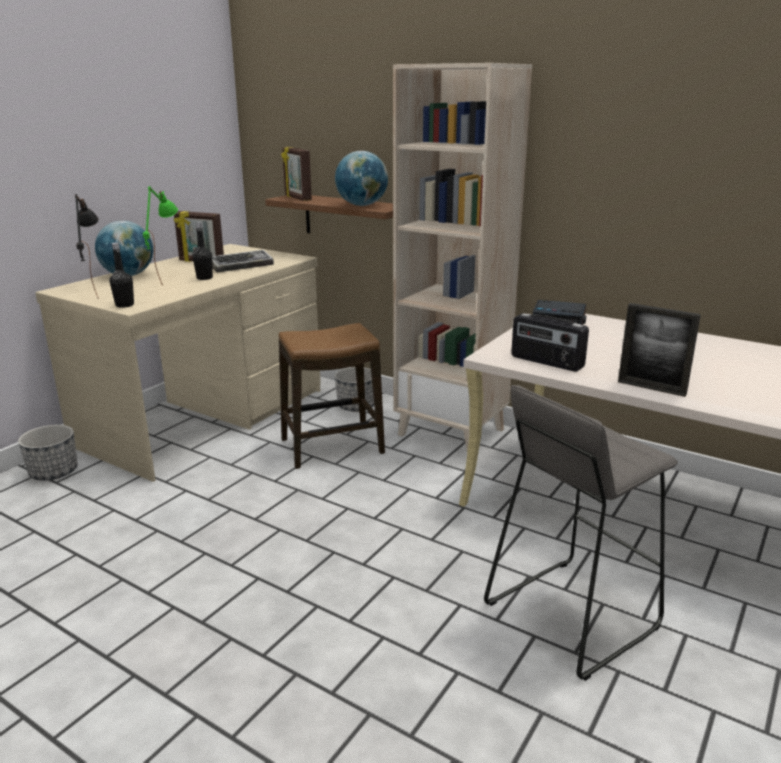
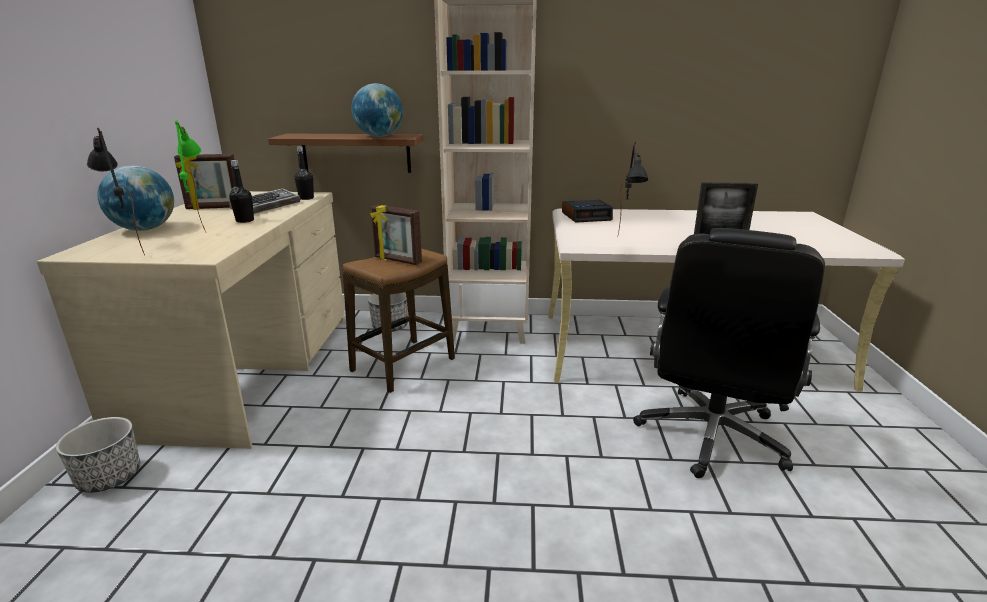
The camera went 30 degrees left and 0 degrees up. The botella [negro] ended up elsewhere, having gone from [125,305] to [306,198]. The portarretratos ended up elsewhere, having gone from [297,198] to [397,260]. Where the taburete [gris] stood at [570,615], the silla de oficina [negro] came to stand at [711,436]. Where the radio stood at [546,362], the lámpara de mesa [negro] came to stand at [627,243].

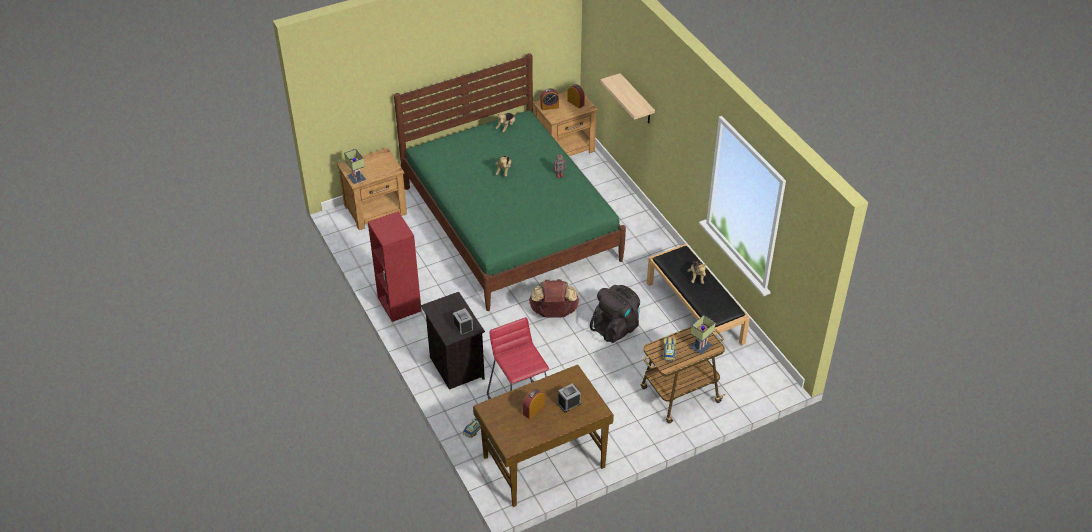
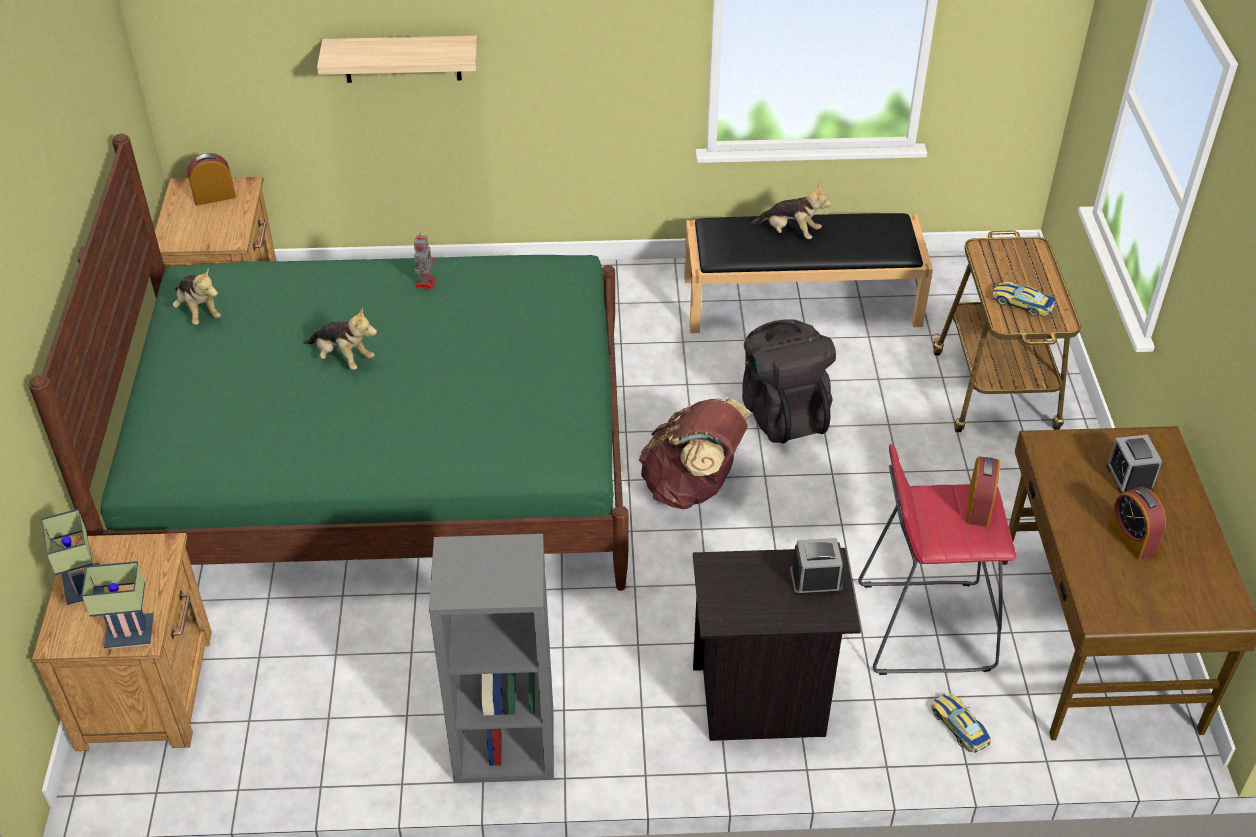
The camera went 65 degrees left and 0 degrees up. What was the estantería [rojo] at [398,304] turned into the estantería [gris] at [503,746]. The despertador ended up elsewhere, having gone from [549,107] to [978,506]. The lámpara de mesa ended up elsewhere, having gone from [700,346] to [82,586].

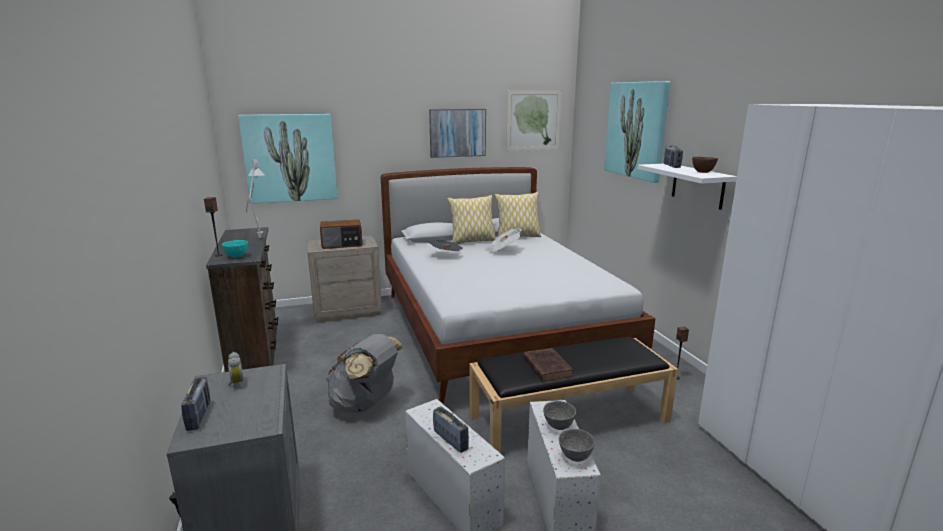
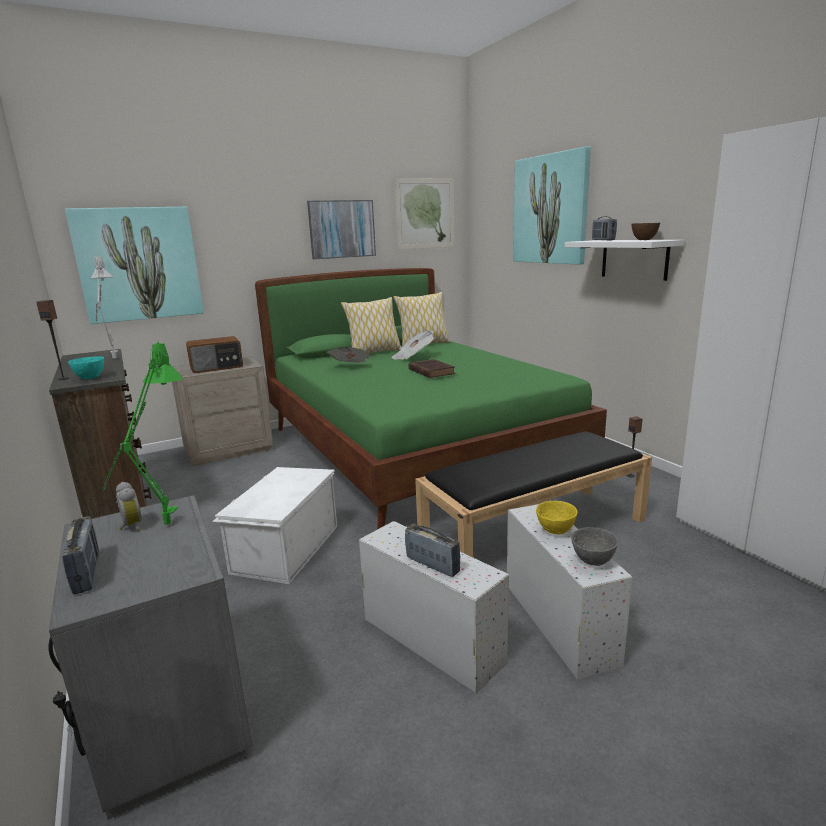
The camera went 10 degrees left and 0 degrees up. Where the mochila [gris] stood at [365,404], the caja de almacenaje [blanco] came to stand at [284,549]. What was the cama [blanco] at [496,330] turned into the cama [verde] at [415,450]. The libro [marrón] ended up elsewhere, having gone from [546,367] to [430,371]. What was the cuenco [gris] at [559,427] turned into the cuenco [amarillo] at [556,531]. The second view gained the lámpara de mesa [verde] at [163,530].

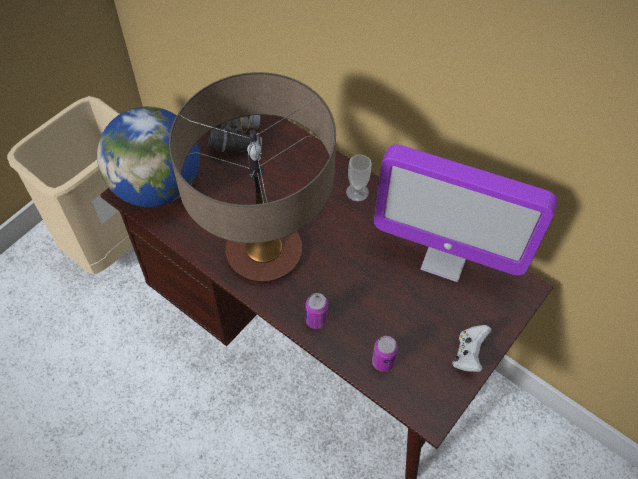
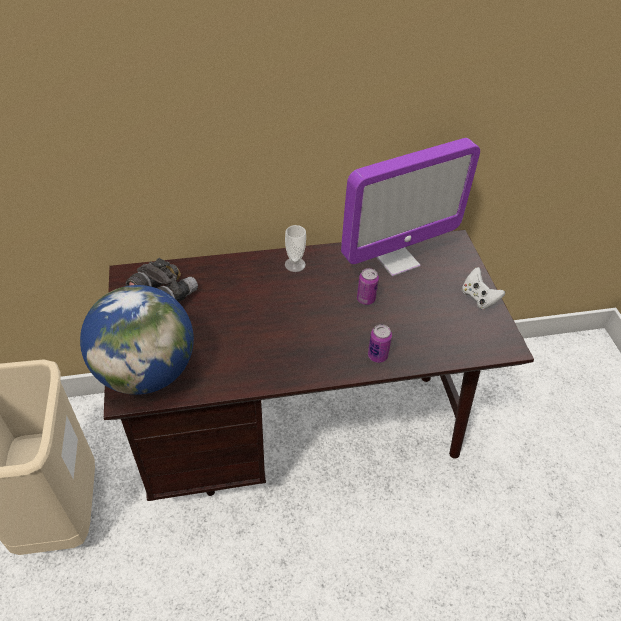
The camera went 50 degrees left and 10 degrees down. The second view lost the lámpara de mesa at [264,252]. The lata ended up elsewhere, having gone from [383,362] to [366,299].

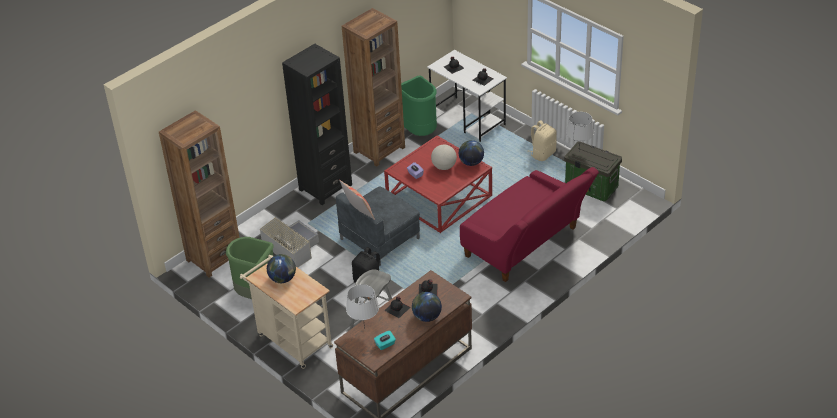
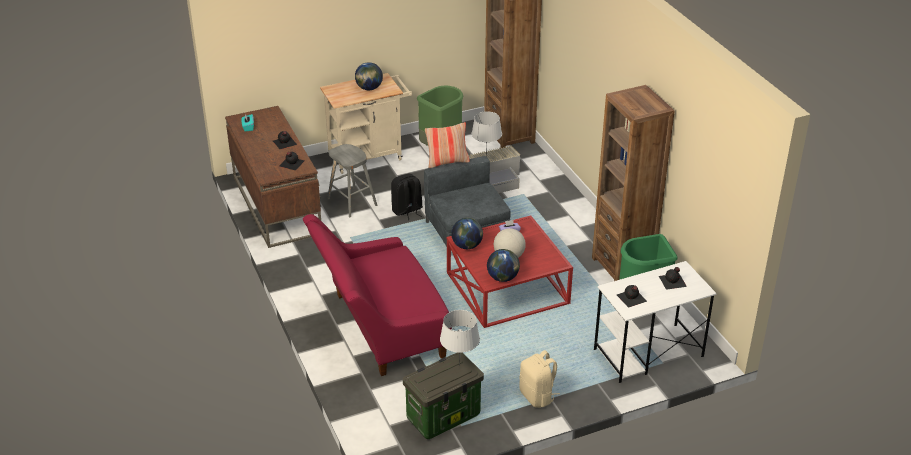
The camera went 110 degrees right and 5 degrees down. The second view lost the estantería [negro] at [325,187]. The lámpara de mesa [gris] ended up elsewhere, having gone from [364,328] to [486,157]. The globo terráqueo ended up elsewhere, having gone from [427,317] to [467,246].

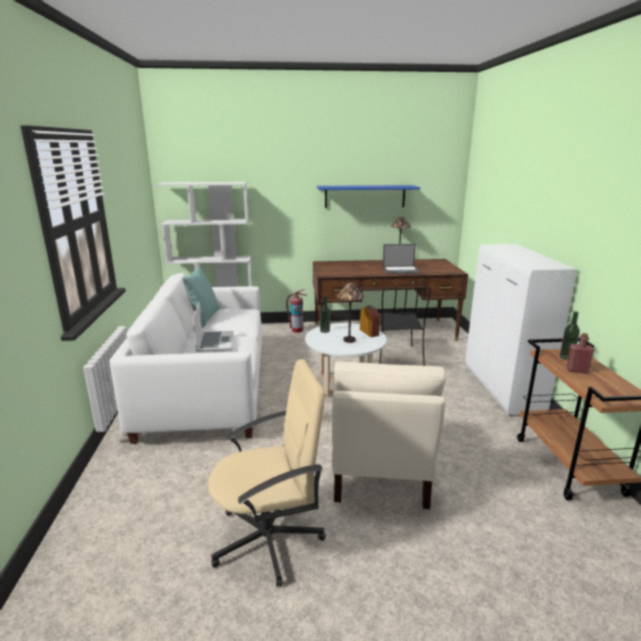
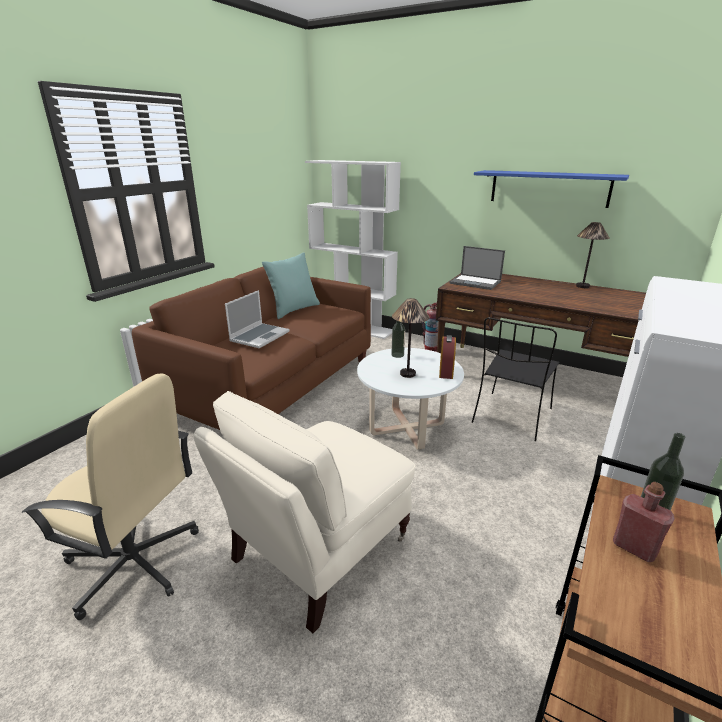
The camera went 35 degrees right and 5 degrees up. What was the sofá [blanco] at [206,389] turned into the sofá [marrón] at [273,384]. The portátil ended up elsewhere, having gone from [401,270] to [476,282].

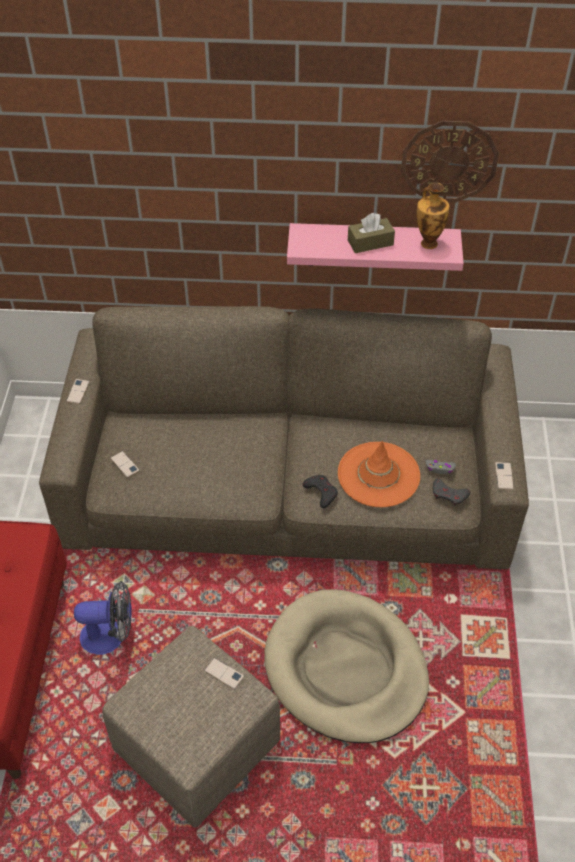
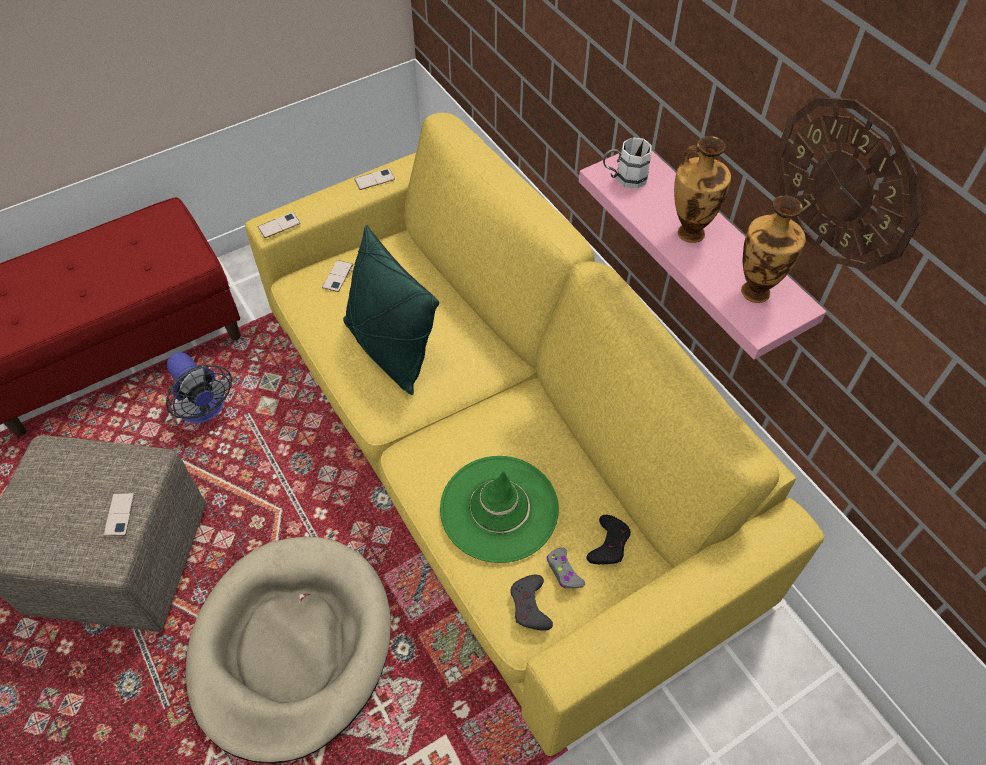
The camera went 55 degrees right and 5 degrees up. What was the sofá [marrón] at [287,485] turned into the sofá [amarillo] at [493,445]. The mando de consola [negro] ended up elsewhere, having gone from [321,492] to [609,544]. What was the sombrero [naranja] at [378,475] turned into the sombrero [verde] at [499,508]. Where the caja de pañuelos [marrón] stood at [370,242], the florero came to stand at [689,231]. The móvil ended up elsewhere, having gone from [504,476] to [279,225]. The second view gained the cojín [verde] at [390,350]. The second view gained the taza grande [blanco] at [624,179].

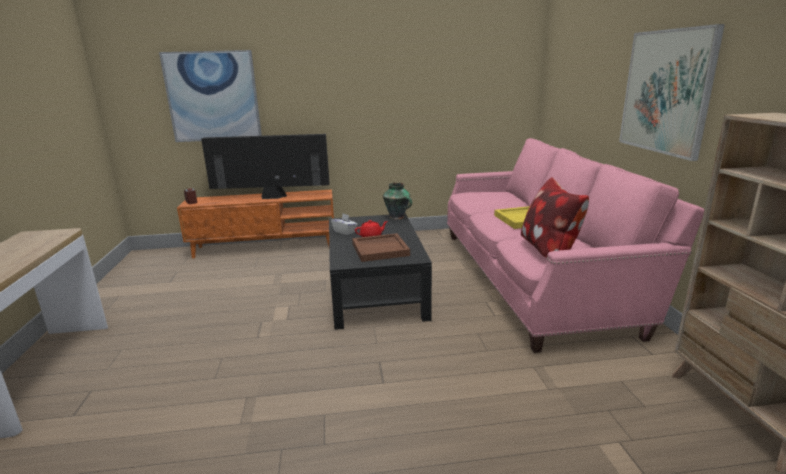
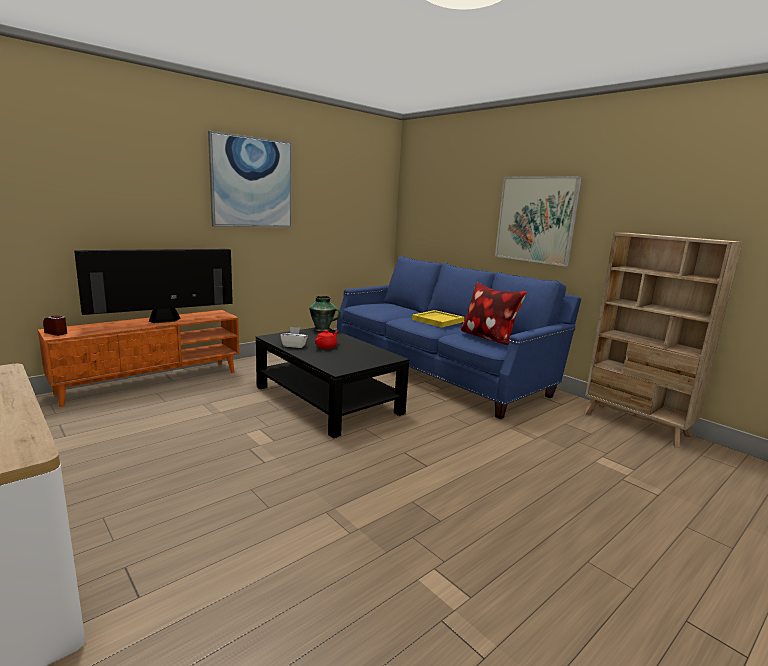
The camera went 35 degrees left and 5 degrees down. The cuadro ended up elsewhere, having gone from [213,96] to [252,183]. The second view lost the bandeja [marrón] at [380,249]. What was the sofá [rosa] at [534,277] turned into the sofá [azul] at [439,370].

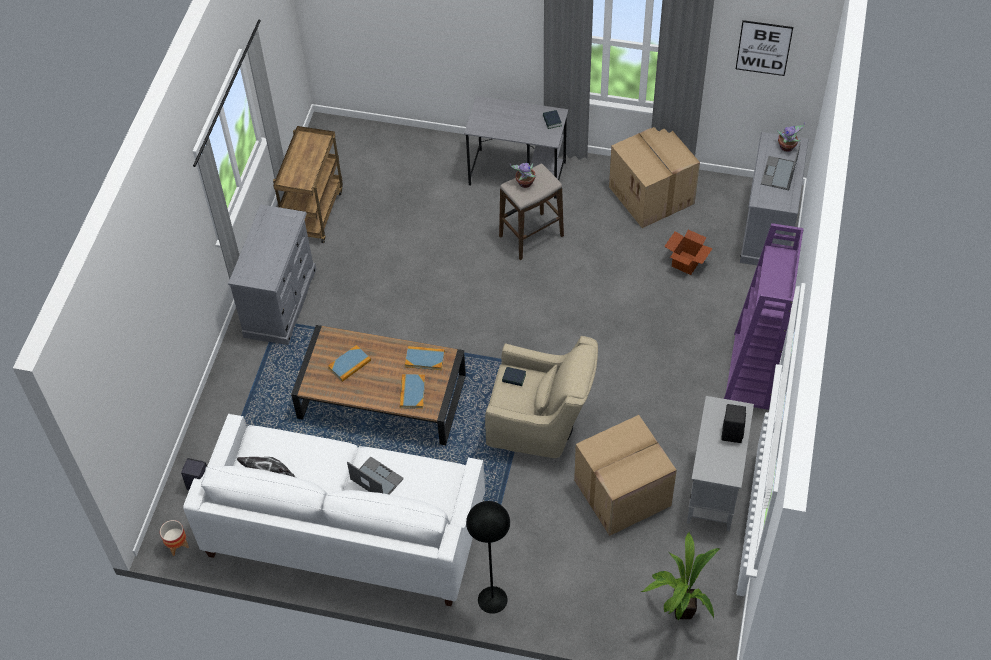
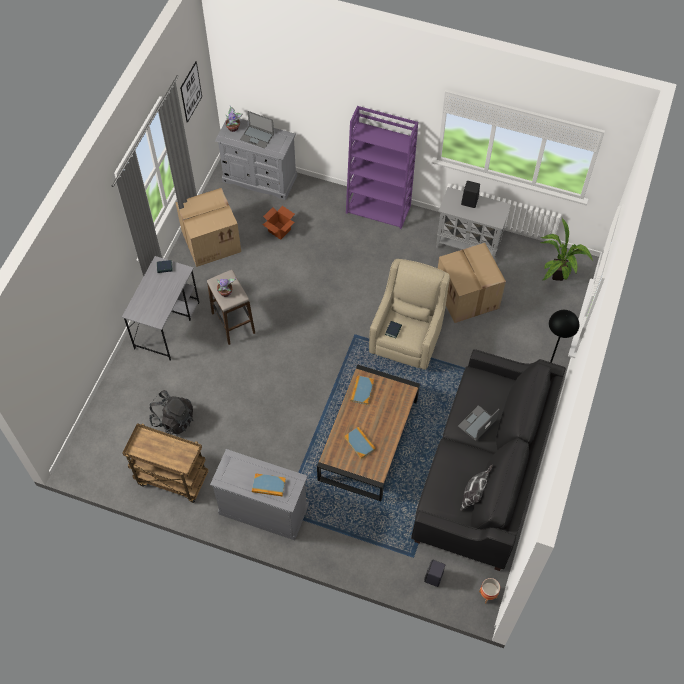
The camera went 85 degrees left and 5 degrees up. What was the sofá [blanco] at [346,529] turned into the sofá [negro] at [482,471]. The libro ended up elsewhere, having gone from [412,392] to [268,485]. The second view gained the mochila [negro] at [173,419].

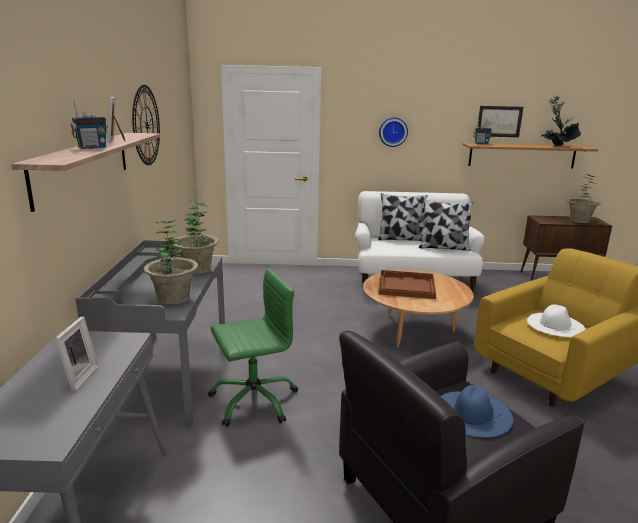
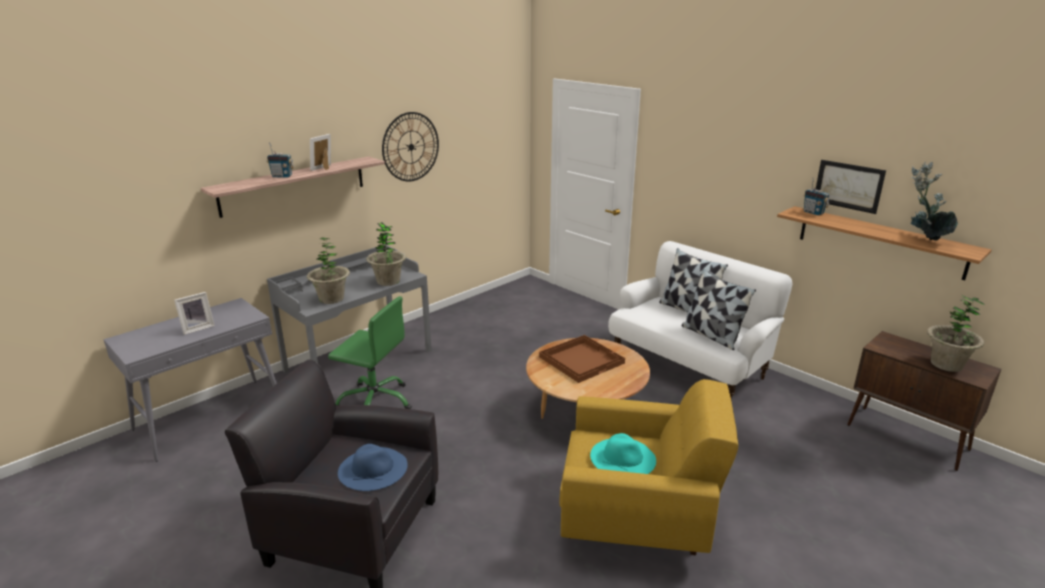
The camera went 45 degrees right and 5 degrees up. The second view lost the reloj de pared at [393,132]. What was the sombrero [blanco] at [555,324] turned into the sombrero [turquesa] at [623,457].

